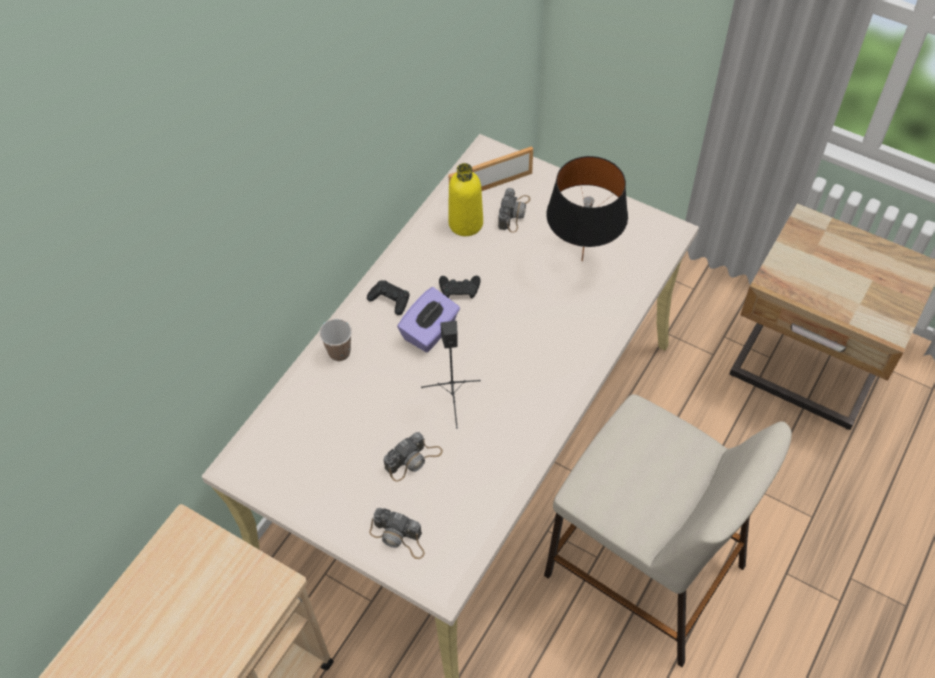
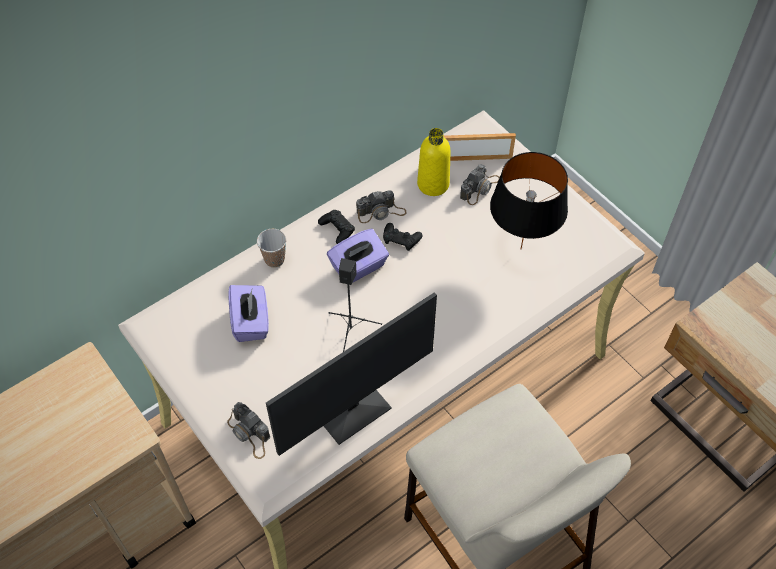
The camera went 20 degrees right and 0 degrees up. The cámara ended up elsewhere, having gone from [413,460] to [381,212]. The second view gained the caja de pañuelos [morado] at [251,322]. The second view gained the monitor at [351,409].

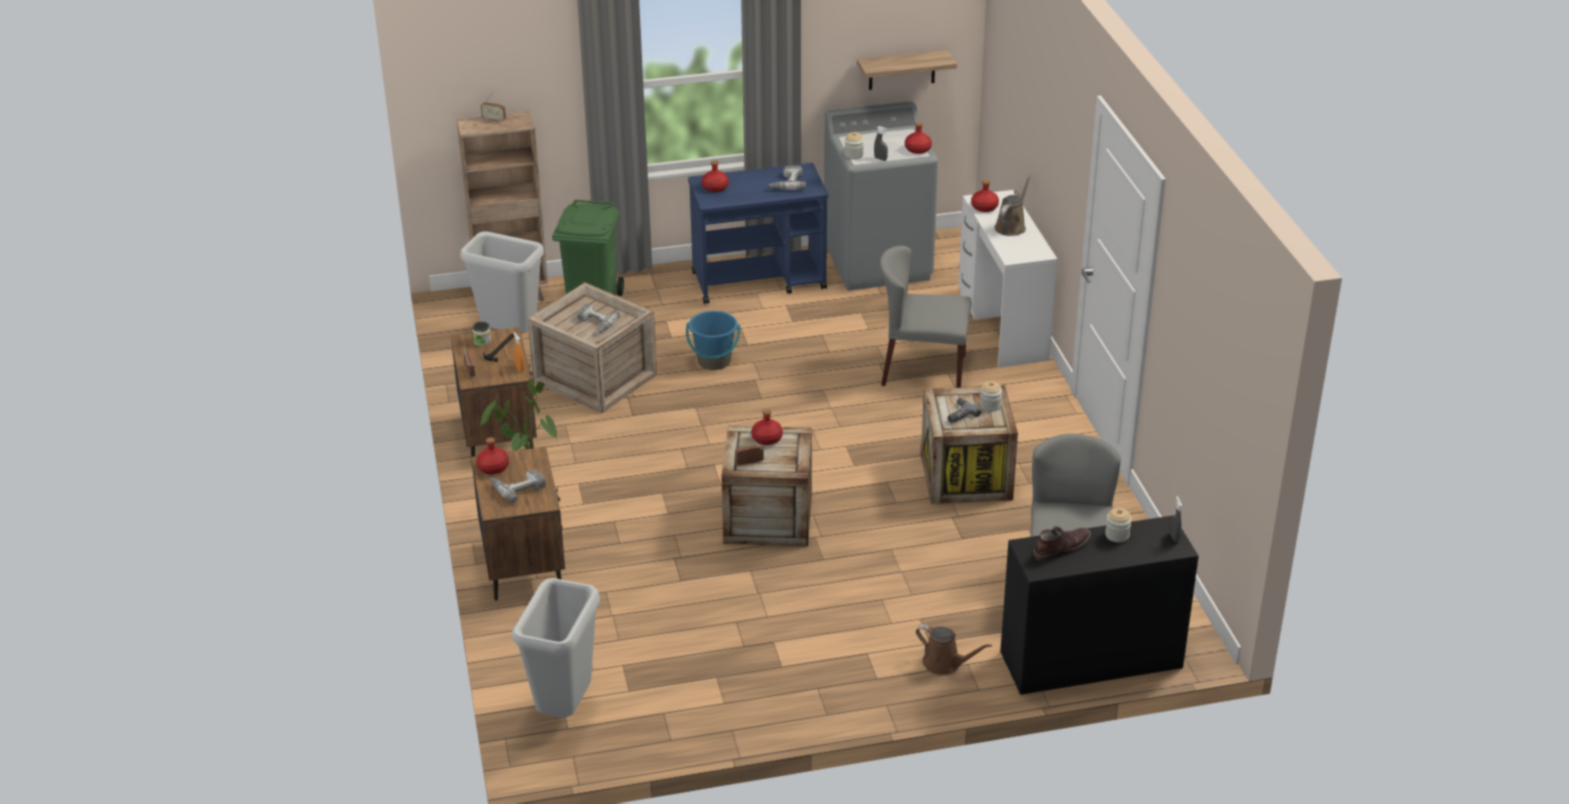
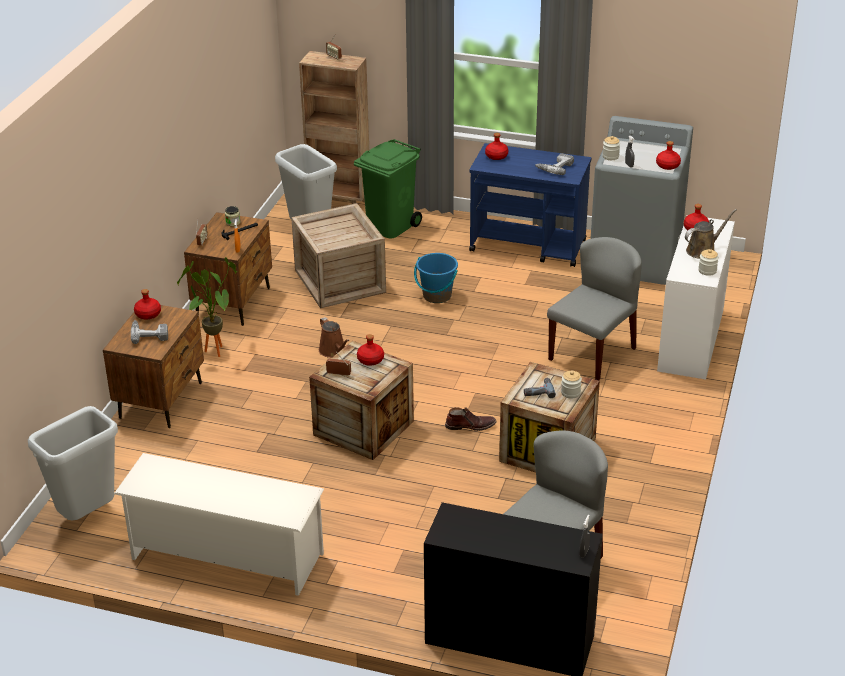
The camera went 30 degrees right and 0 degrees up. The second view lost the taladro at [595,324]. The second view lost the estante at [902,70]. The silla [gris] at [922,370] ended up facing another way, 90 degrees clockwise from before. The regadera [marrón] ended up elsewhere, having gone from [945,664] to [333,351]. The bota [marrón] ended up elsewhere, having gone from [1061,548] to [470,425]. The tarro ended up elsewhere, having gone from [1117,535] to [707,271]. The second view gained the zapatero [blanco] at [226,556].

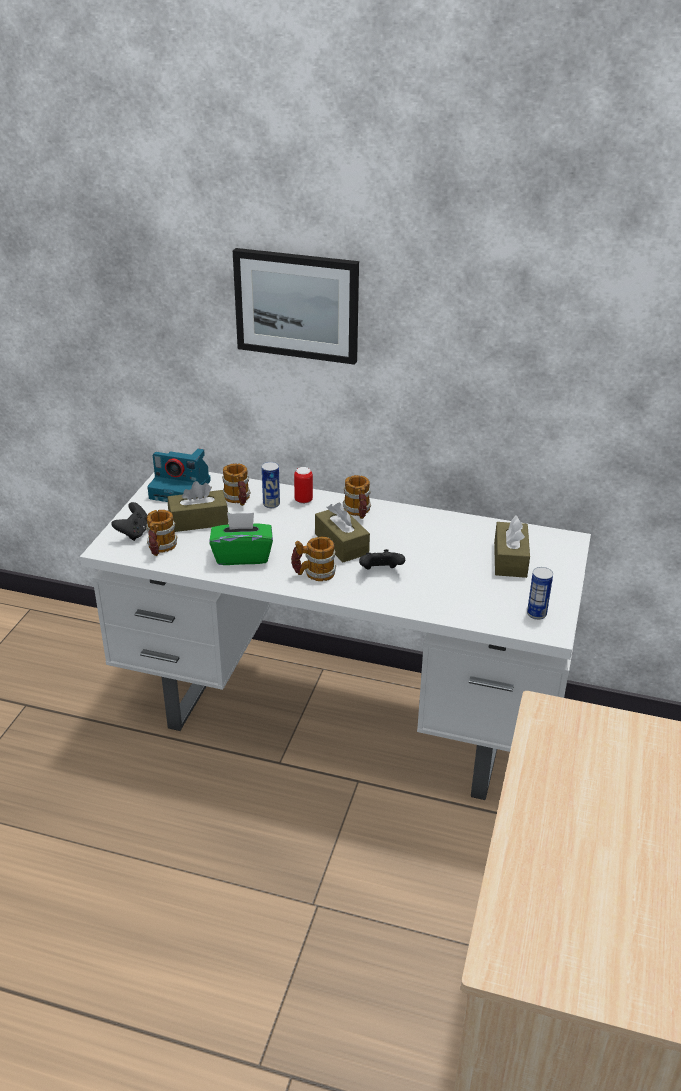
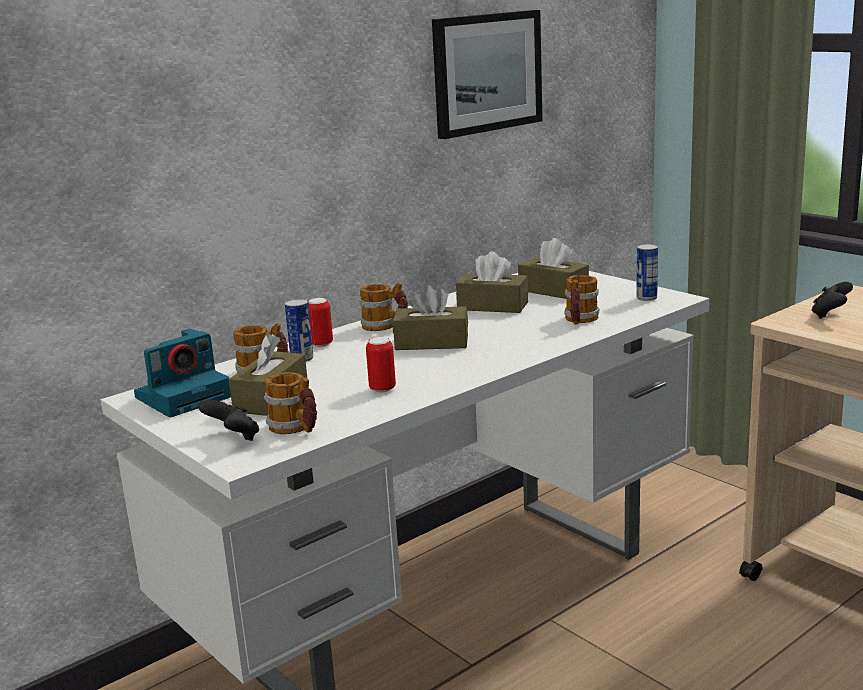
The camera went 55 degrees left and 15 degrees down. Where the caja de pañuelos [verde] stood at [242,556], the lata came to stand at [382,389]. The cuadro ended up elsewhere, having gone from [297,305] to [486,72]. The taza grande ended up elsewhere, having gone from [313,574] to [580,320]. The mando de consola [negro] ended up elsewhere, having gone from [380,572] to [830,315]. The second view gained the caja de pañuelos [marrón] at [492,306].

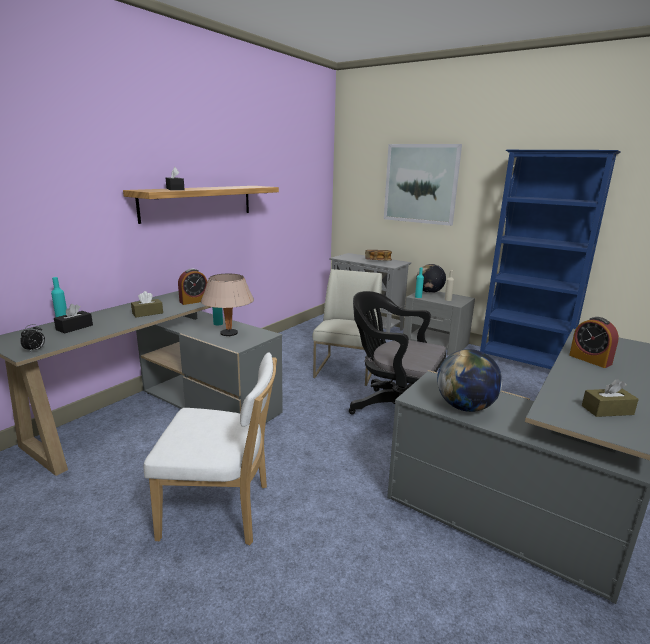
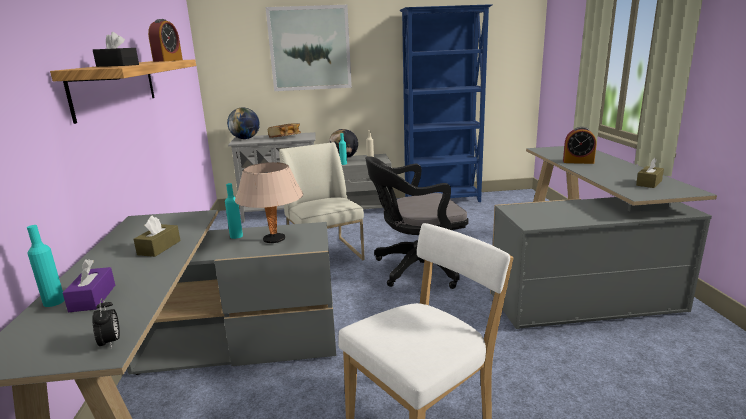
The camera went 40 degrees left and 0 degrees up. What was the caja de pañuelos [negro] at [74,327] turned into the caja de pañuelos [morado] at [93,298]. The despertador ended up elsewhere, having gone from [194,301] to [168,60]. The globo terráqueo ended up elsewhere, having gone from [465,407] to [245,138].

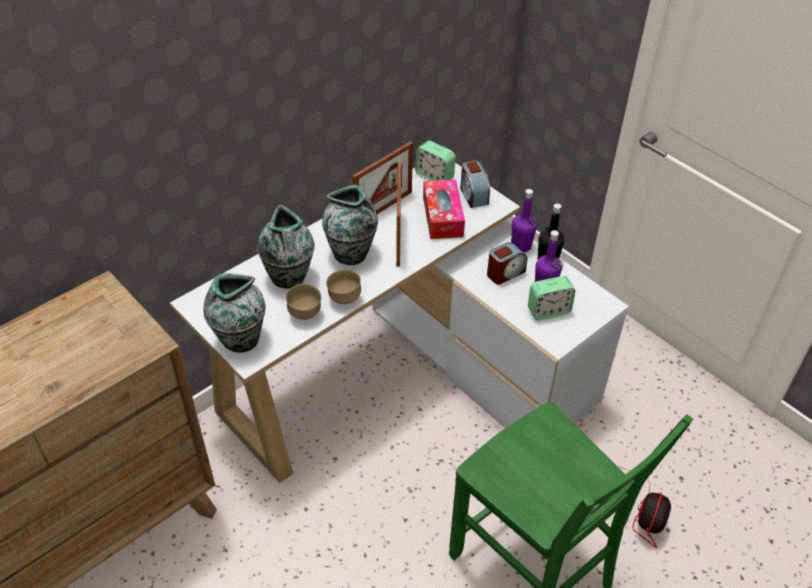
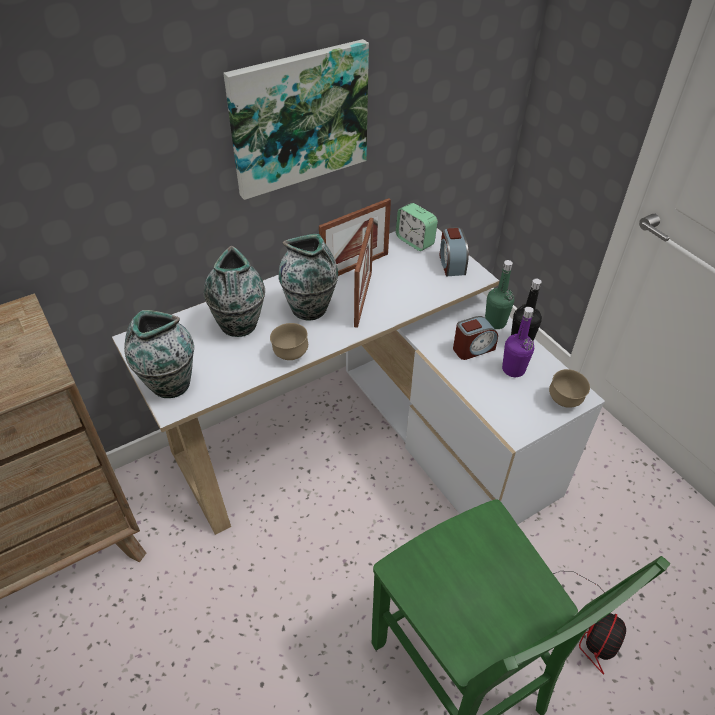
The camera went 10 degrees right and 0 degrees up. The cuenco [marrón] ended up elsewhere, having gone from [305,314] to [564,401]. The second view lost the caja de pañuelos at [442,216]. What was the botella [morado] at [521,246] turned into the botella [verde] at [495,322]. The second view lost the despertador at [548,311]. The second view gained the cuadro at [299,118].

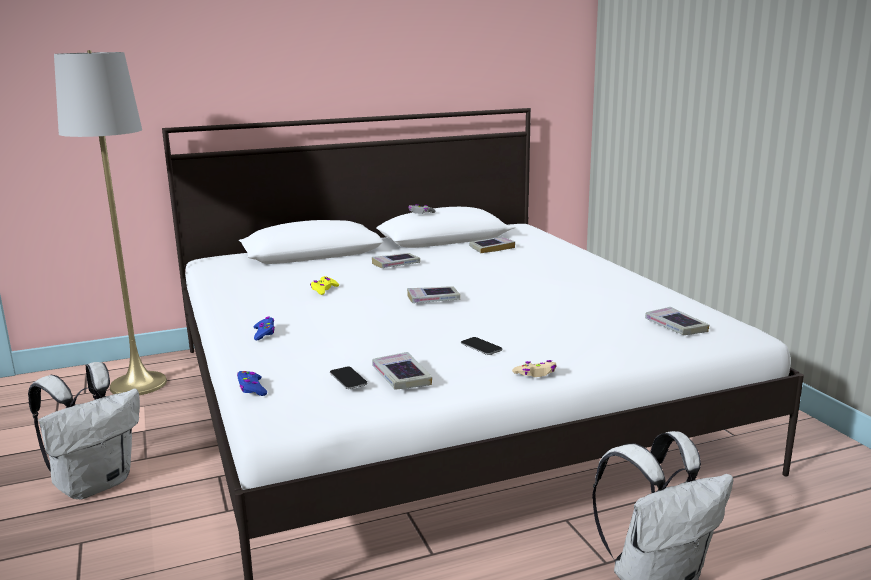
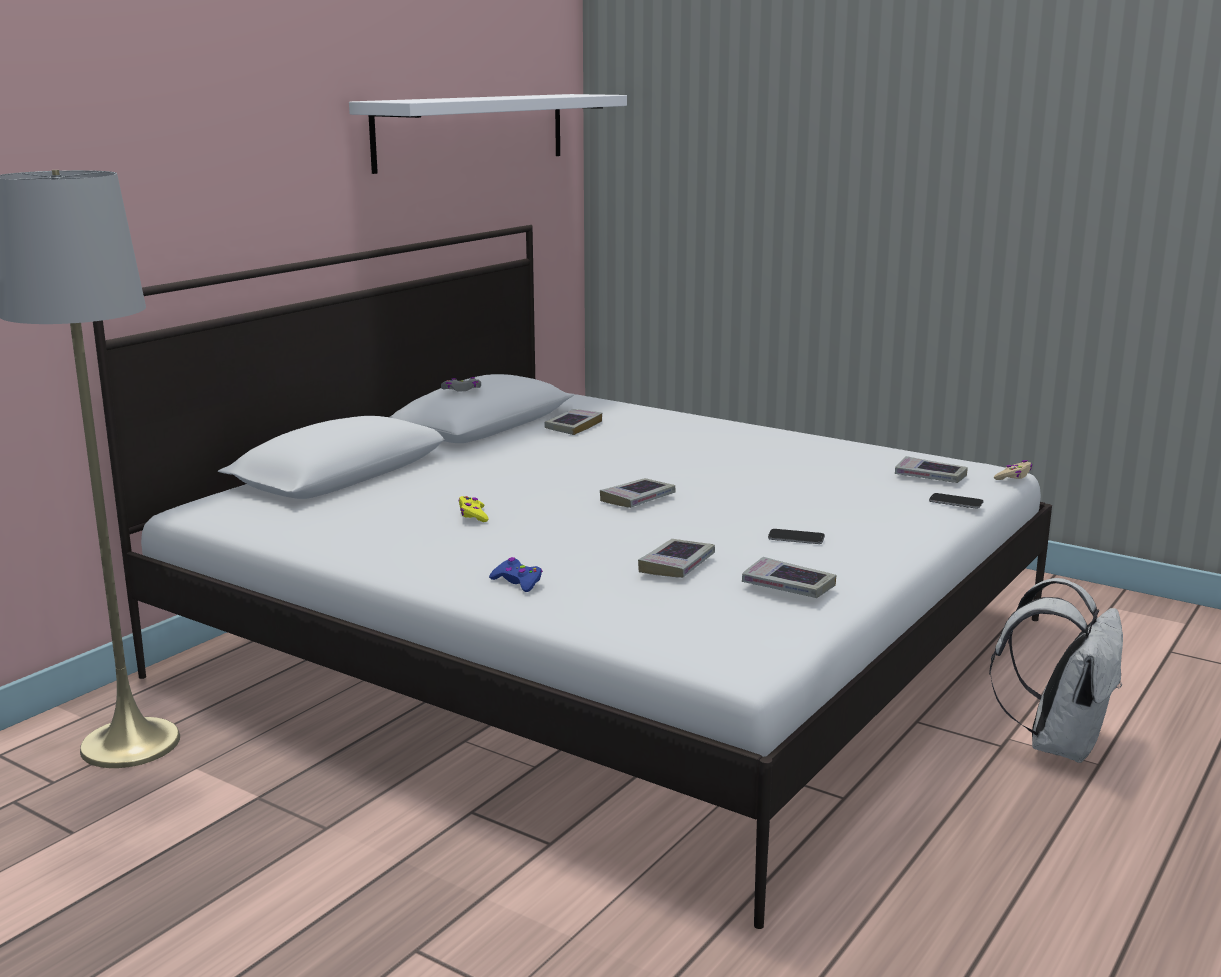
The camera went 35 degrees left and 0 degrees up. The second view lost the mochila [blanco] at [95,483]. The second view lost the mando de consola [azul] at [252,389]. The móvil ended up elsewhere, having gone from [348,379] to [955,502]. The libro ended up elsewhere, having gone from [396,264] to [677,565]. The mando de consola [beis] ended up elsewhere, having gone from [536,374] to [1013,477]. The second view gained the estante [blanco] at [472,130].

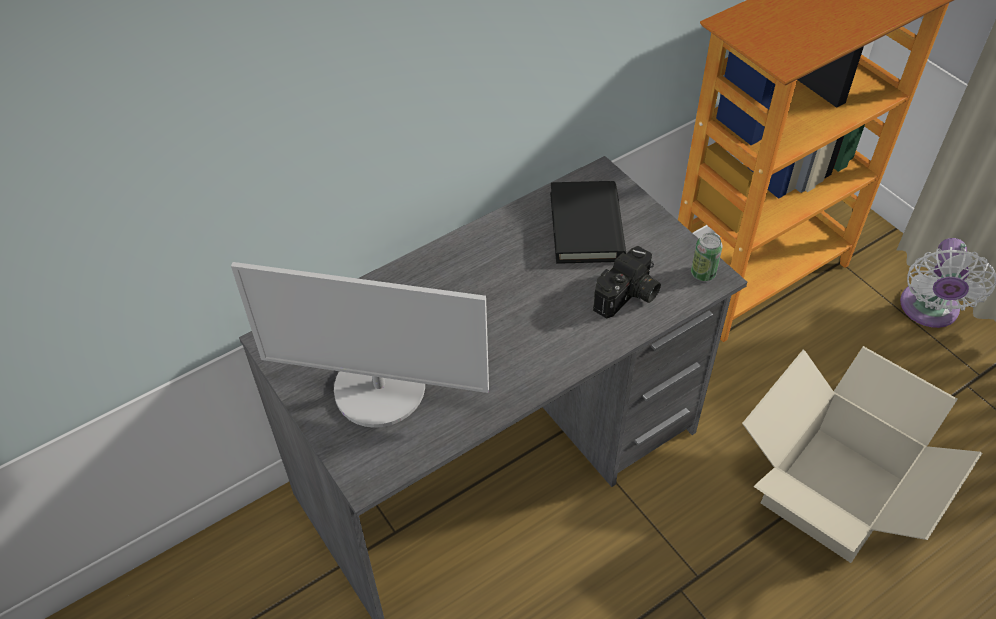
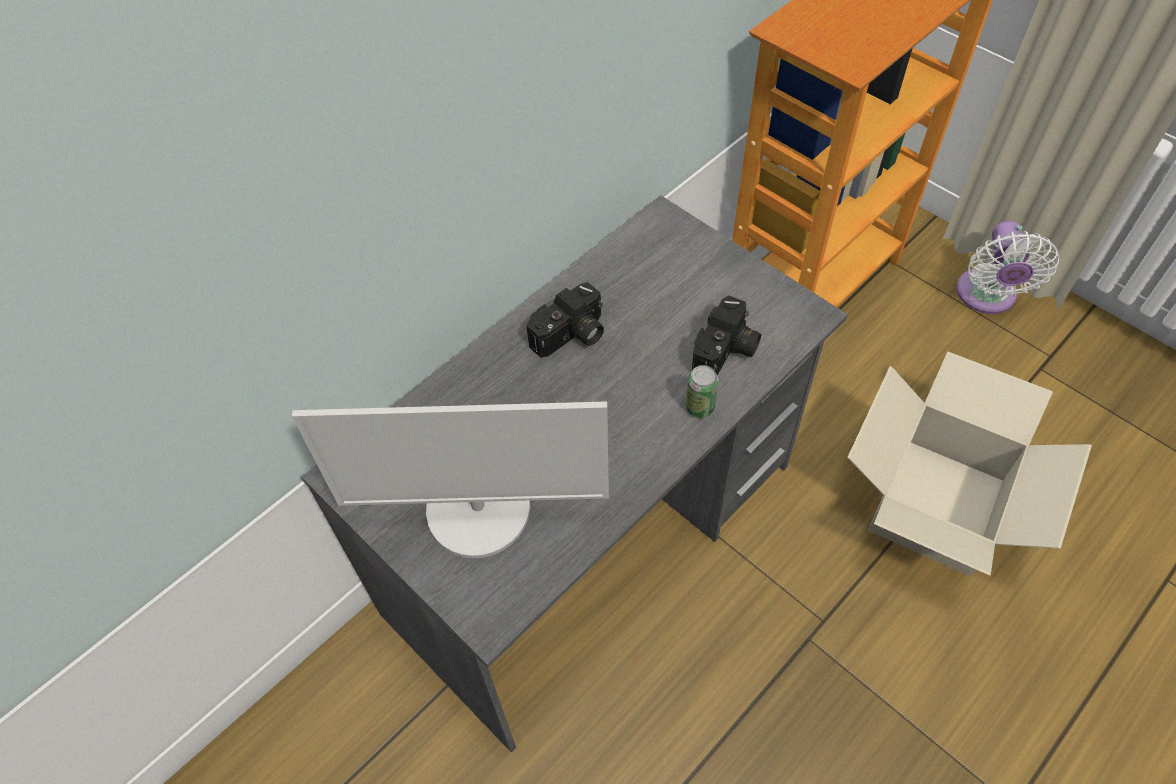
The camera went 10 degrees left and 5 degrees up. The second view lost the libro [negro] at [586,226]. The lata ended up elsewhere, having gone from [703,273] to [699,407]. The second view gained the cámara at [571,336].

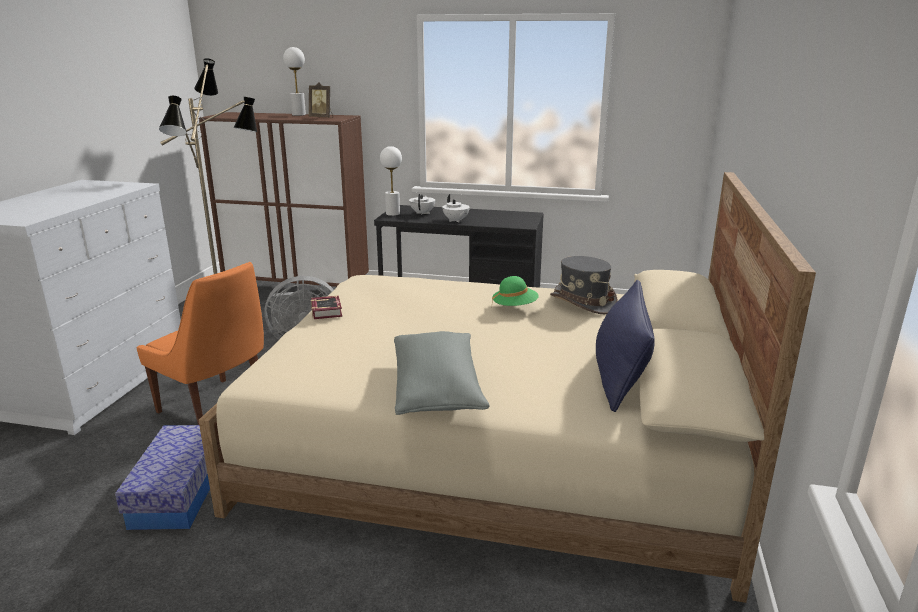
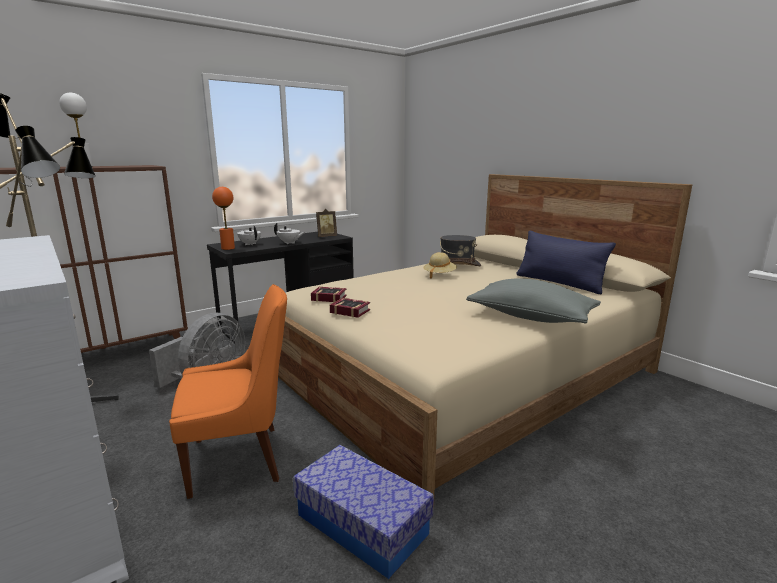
The camera went 50 degrees left and 5 degrees down. The portarretratos ended up elsewhere, having gone from [322,118] to [326,236]. What was the lámpara de mesa [blanco] at [392,214] turned into the lámpara de mesa [naranja] at [228,248]. What was the sombrero [verde] at [514,307] turned into the sombrero [beis] at [439,275]. The second view gained the libro at [328,297].

